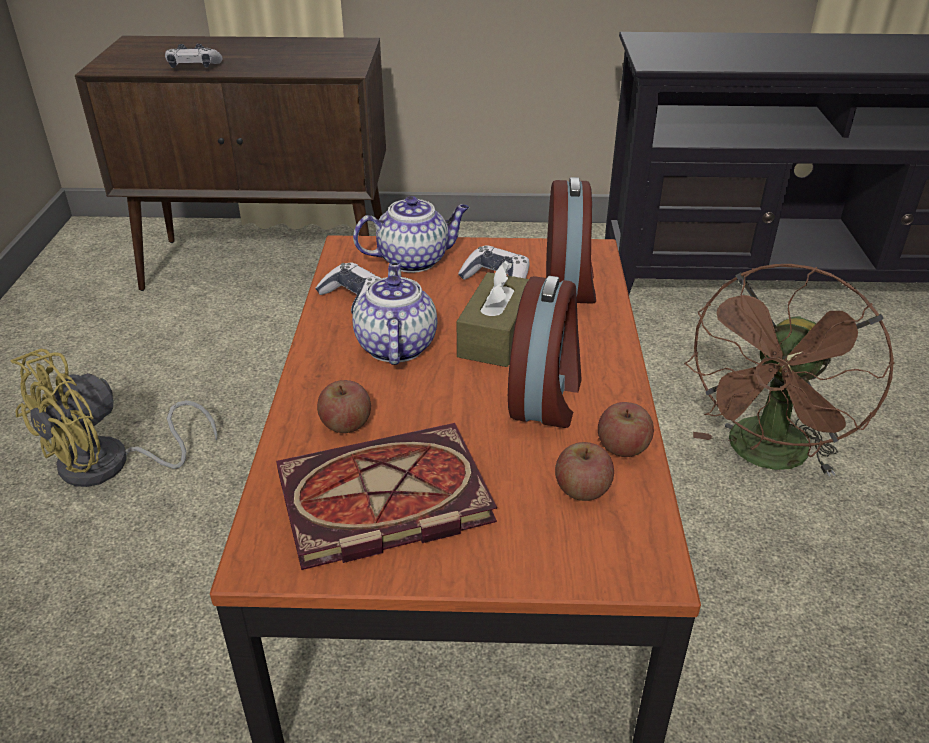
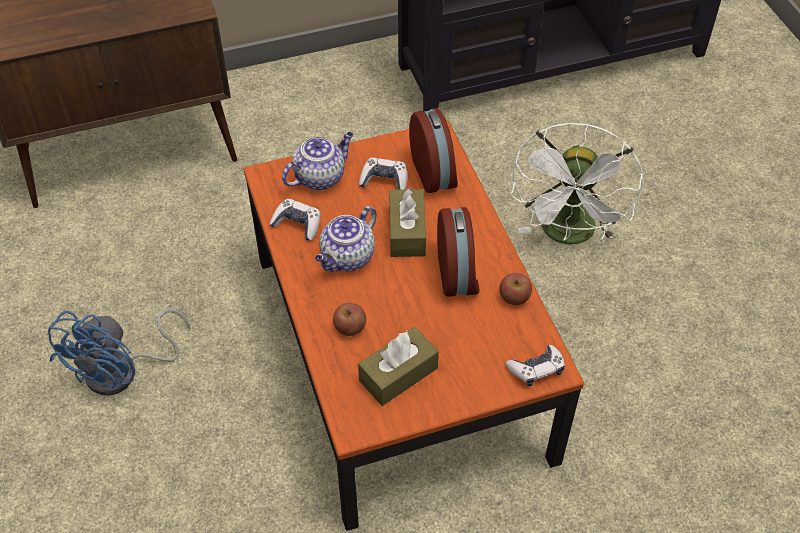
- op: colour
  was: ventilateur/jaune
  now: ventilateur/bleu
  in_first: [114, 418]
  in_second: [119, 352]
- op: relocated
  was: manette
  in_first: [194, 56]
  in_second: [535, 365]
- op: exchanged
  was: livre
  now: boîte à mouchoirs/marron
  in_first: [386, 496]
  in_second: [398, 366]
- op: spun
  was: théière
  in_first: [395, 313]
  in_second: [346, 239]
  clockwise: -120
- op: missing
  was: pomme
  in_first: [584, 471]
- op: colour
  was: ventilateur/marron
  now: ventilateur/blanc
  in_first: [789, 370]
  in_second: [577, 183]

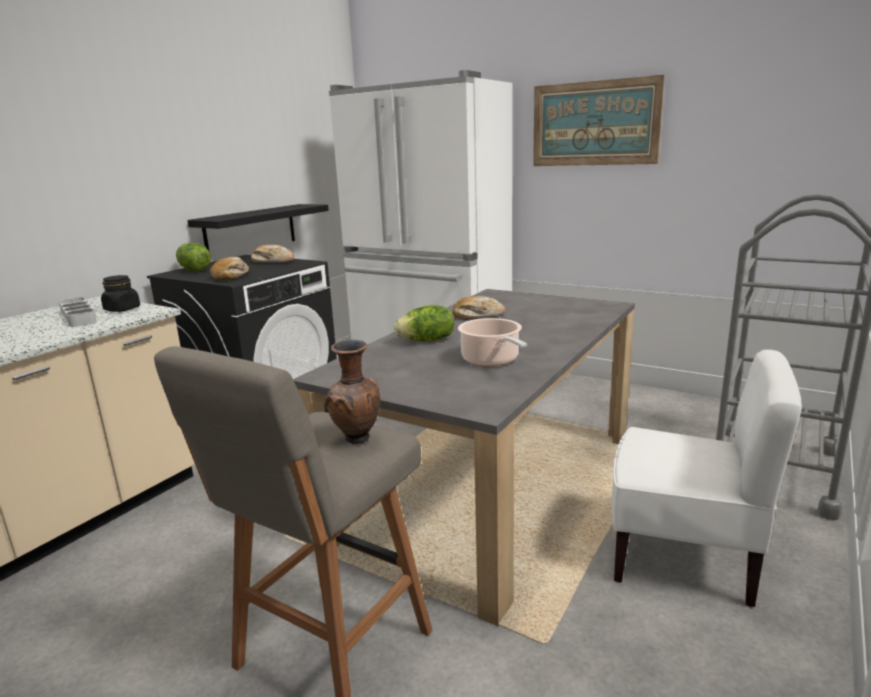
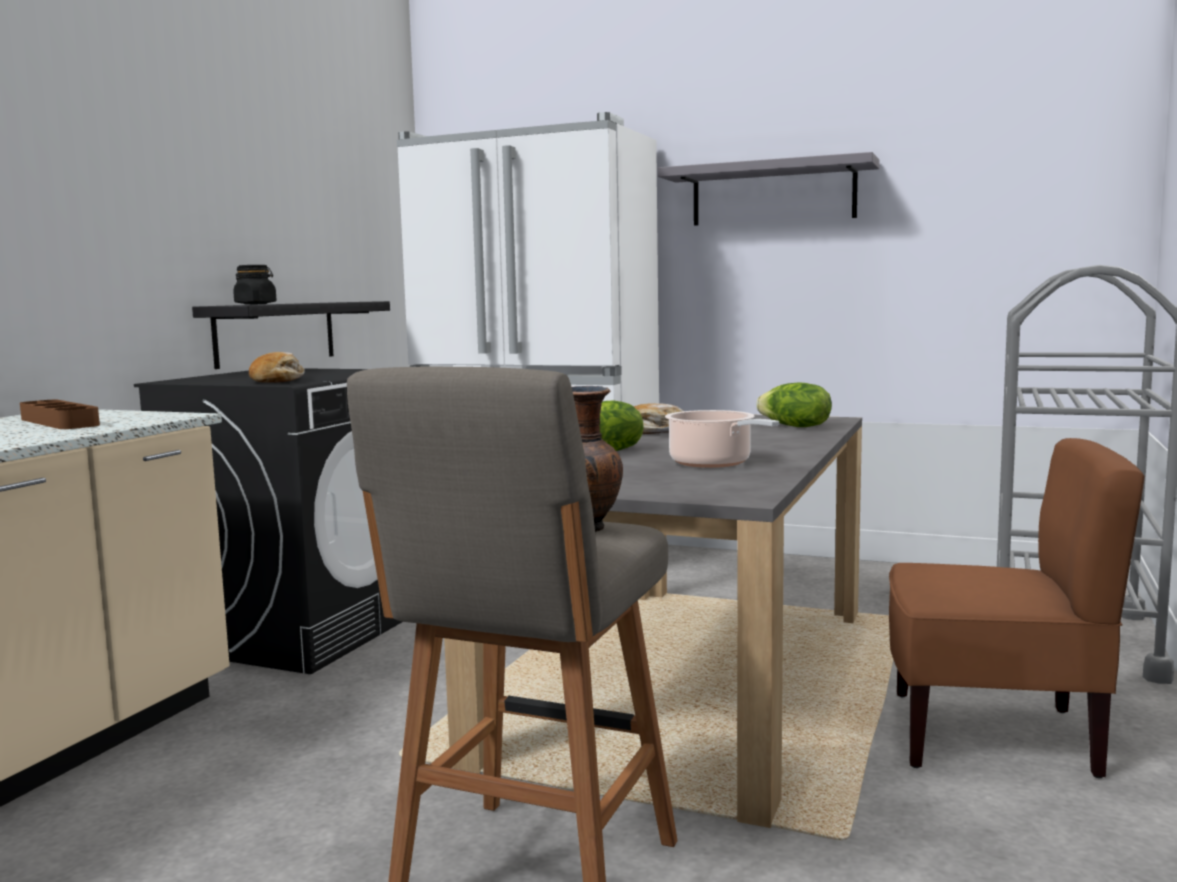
- op: colour
  was: plateau/gris
  now: plateau/marron
  in_first: [78, 312]
  in_second: [60, 414]
- op: relocated
  was: bocal/noir
  in_first: [120, 293]
  in_second: [255, 285]
- op: relocated
  was: laitue
  in_first: [193, 257]
  in_second: [794, 405]
- op: missing
  was: pain
  in_first: [272, 254]
- op: exchanged
  was: tableau
  now: étagère/gris
  in_first: [599, 120]
  in_second: [769, 189]
- op: colour
  was: chaise/blanc
  now: chaise/marron
  in_first: [707, 478]
  in_second: [1017, 608]

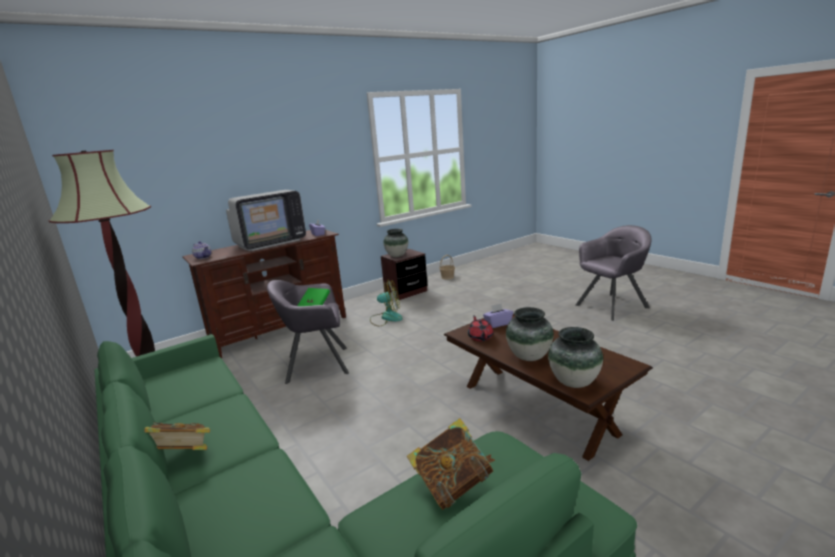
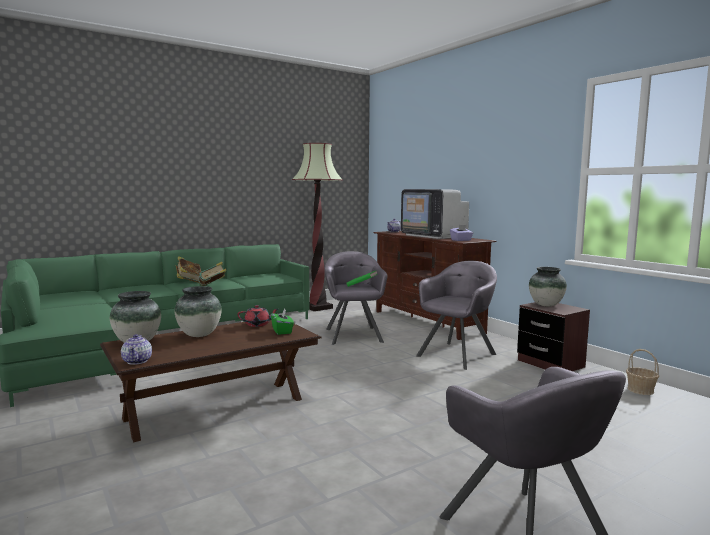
- op: exchanged
  was: ventilateur
  now: fauteuil/gris
  in_first: [386, 303]
  in_second: [456, 315]
- op: relocated
  was: livre
  in_first: [451, 464]
  in_second: [212, 274]
- op: colour
  was: boîte à mouchoirs/violet
  now: boîte à mouchoirs/vert
  in_first: [498, 315]
  in_second: [282, 321]
- op: appeared
  now: théière
  in_second: [136, 349]

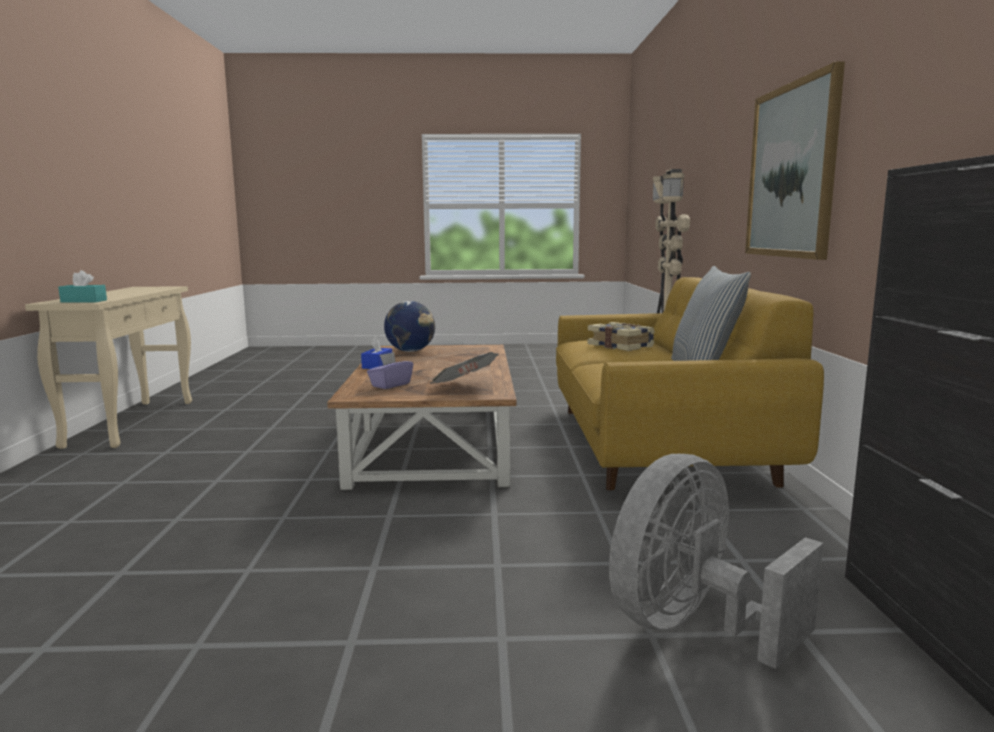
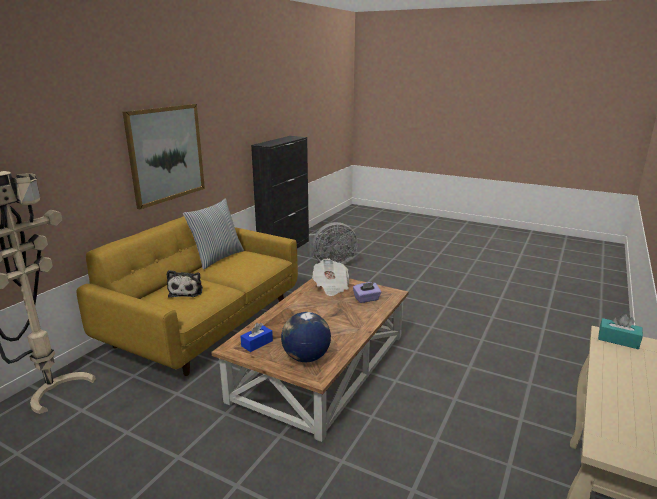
- op: relocated
  was: boîte à mouchoirs/bleu
  in_first: [376, 353]
  in_second: [257, 337]
- op: exchanged
  was: livre
  now: peluche
  in_first: [621, 336]
  in_second: [185, 284]

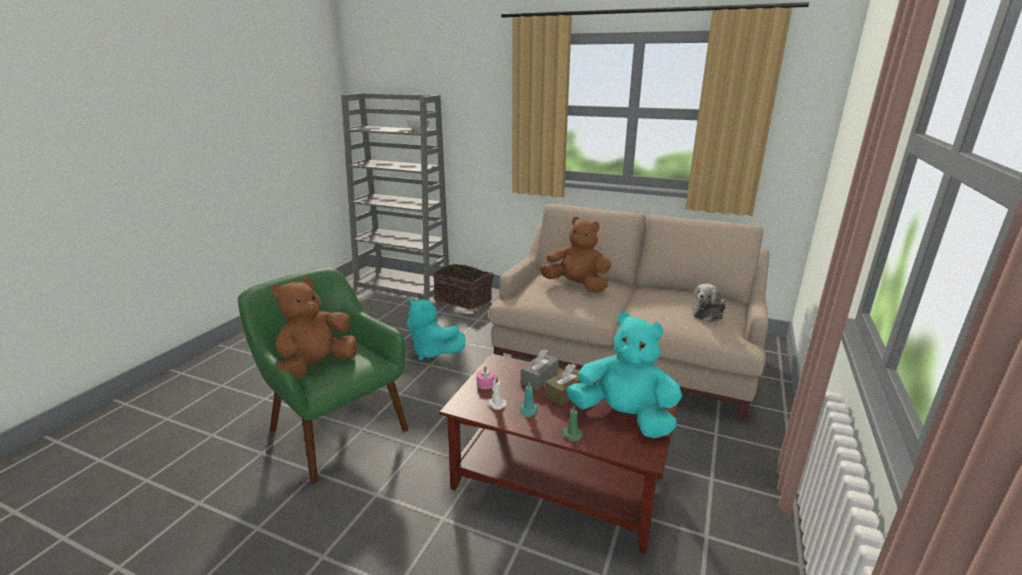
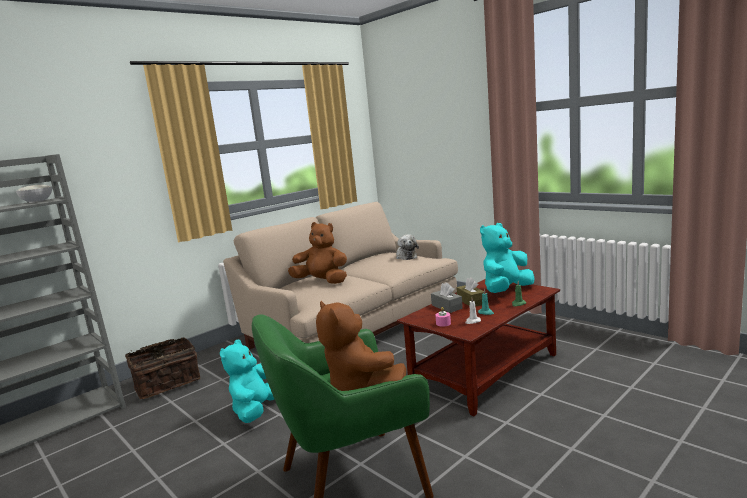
- op: spun
  was: peluche/turquoise
  in_first: [436, 330]
  in_second: [247, 381]
  clockwise: 135
- op: spun
  was: peluche/marron
  in_first: [575, 255]
  in_second: [317, 253]
  clockwise: 60

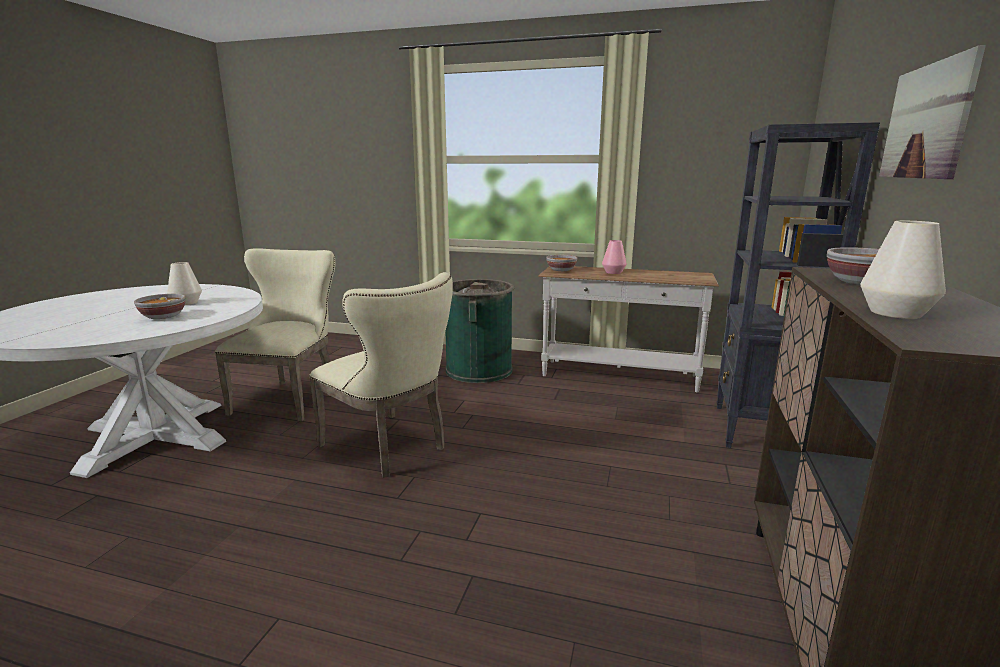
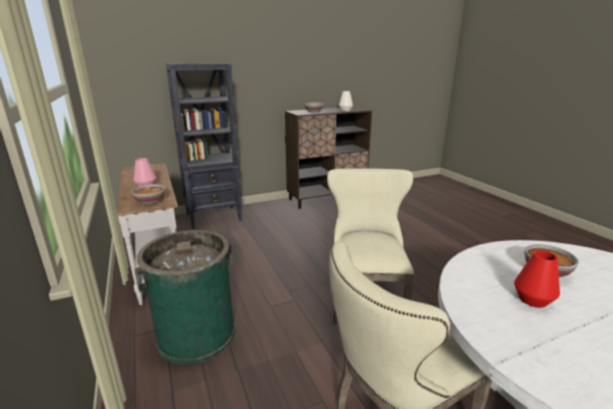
- op: colour
  was: vase/blanc
  now: vase/rouge
  in_first: [184, 283]
  in_second: [537, 279]
- op: missing
  was: tableau
  in_first: [932, 112]

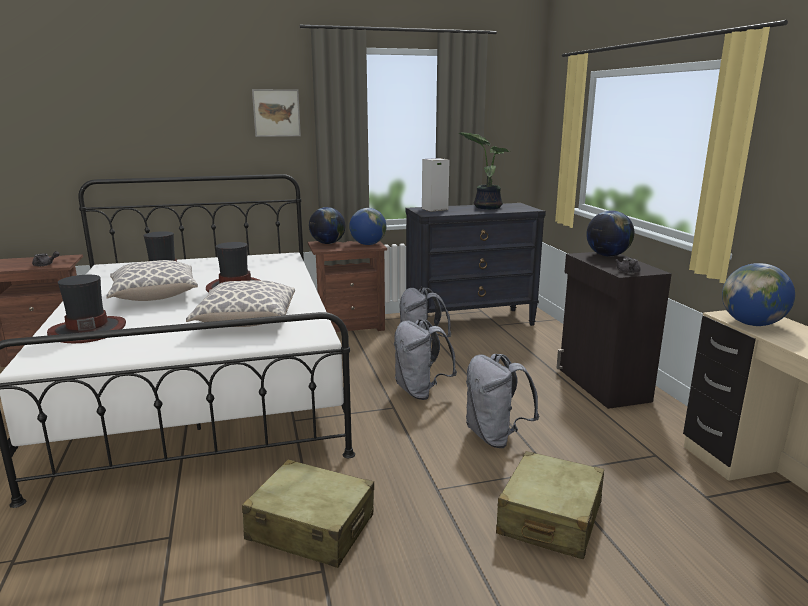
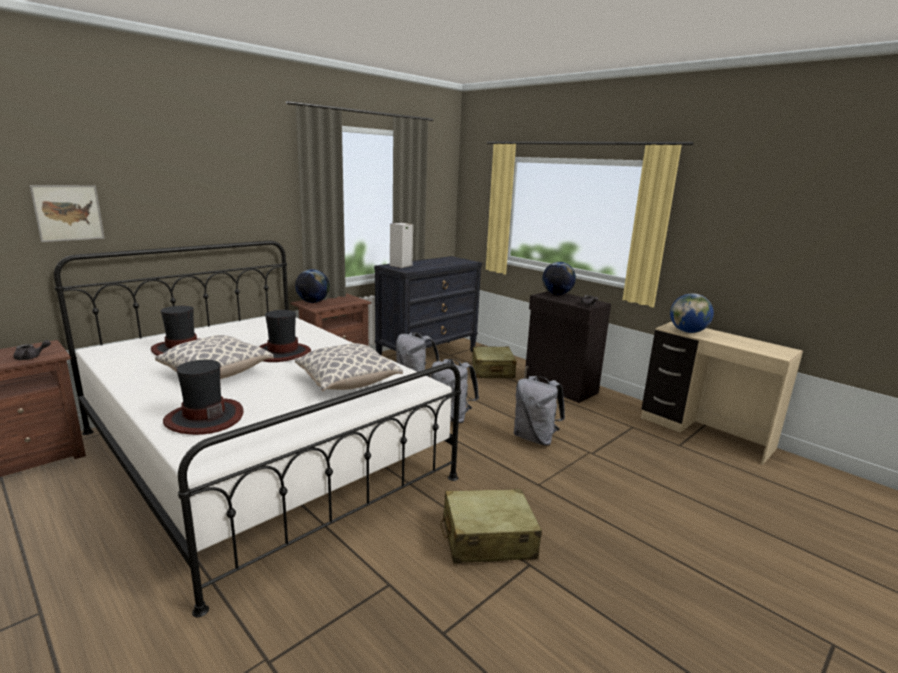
- op: relocated
  was: tableau
  in_first: [276, 113]
  in_second: [67, 213]
- op: missing
  was: globe
  in_first: [368, 226]
- op: missing
  was: plante en pot
  in_first: [484, 170]
- op: relocated
  was: valise/beige
  in_first: [550, 505]
  in_second: [494, 362]

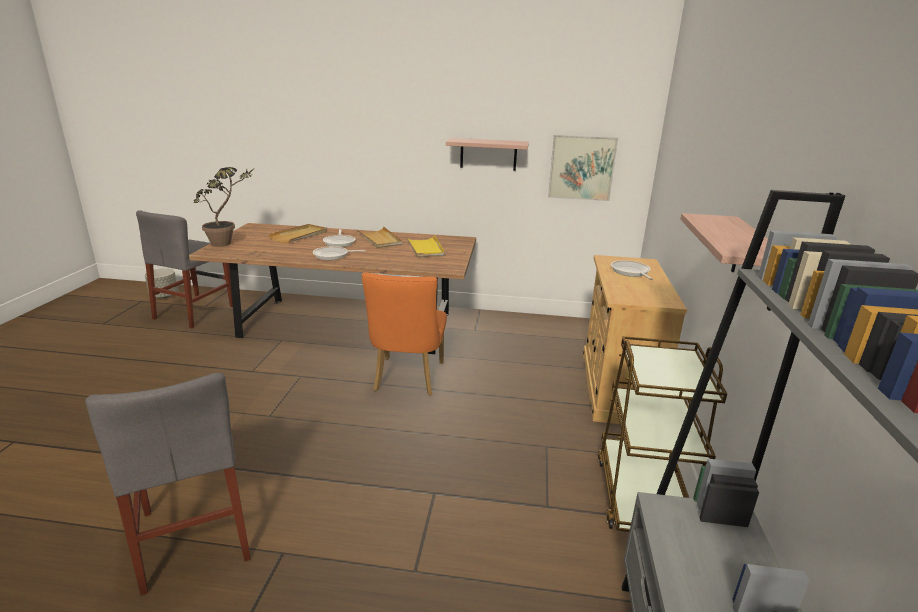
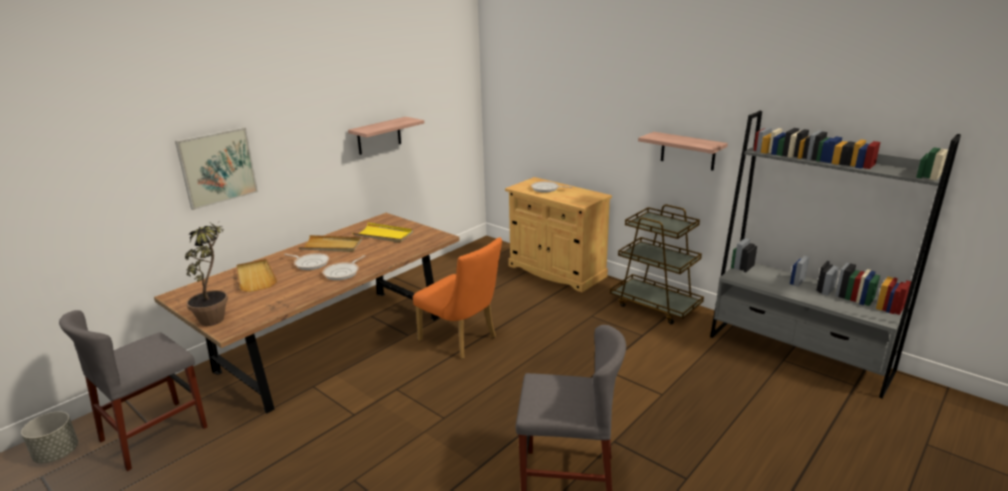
- op: spun
  was: chaise/gris
  in_first: [184, 269]
  in_second: [133, 390]
  clockwise: 75
- op: relocated
  was: tableau
  in_first: [583, 168]
  in_second: [216, 168]

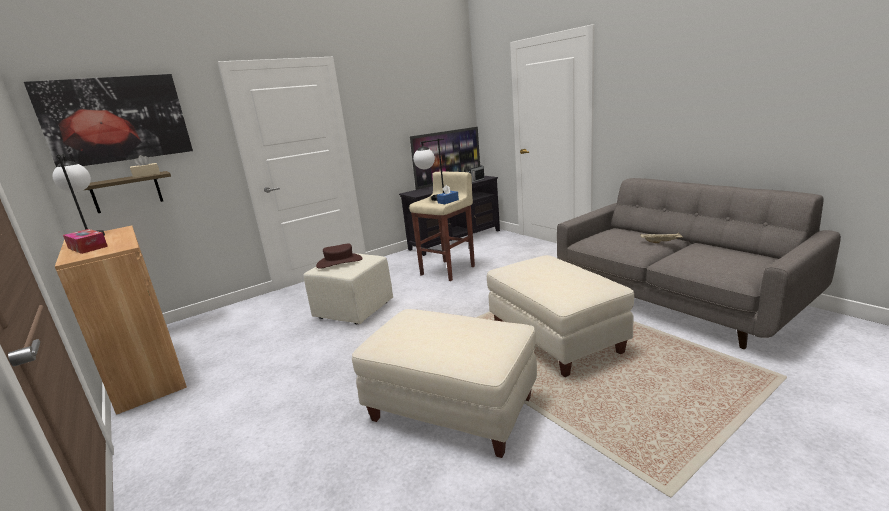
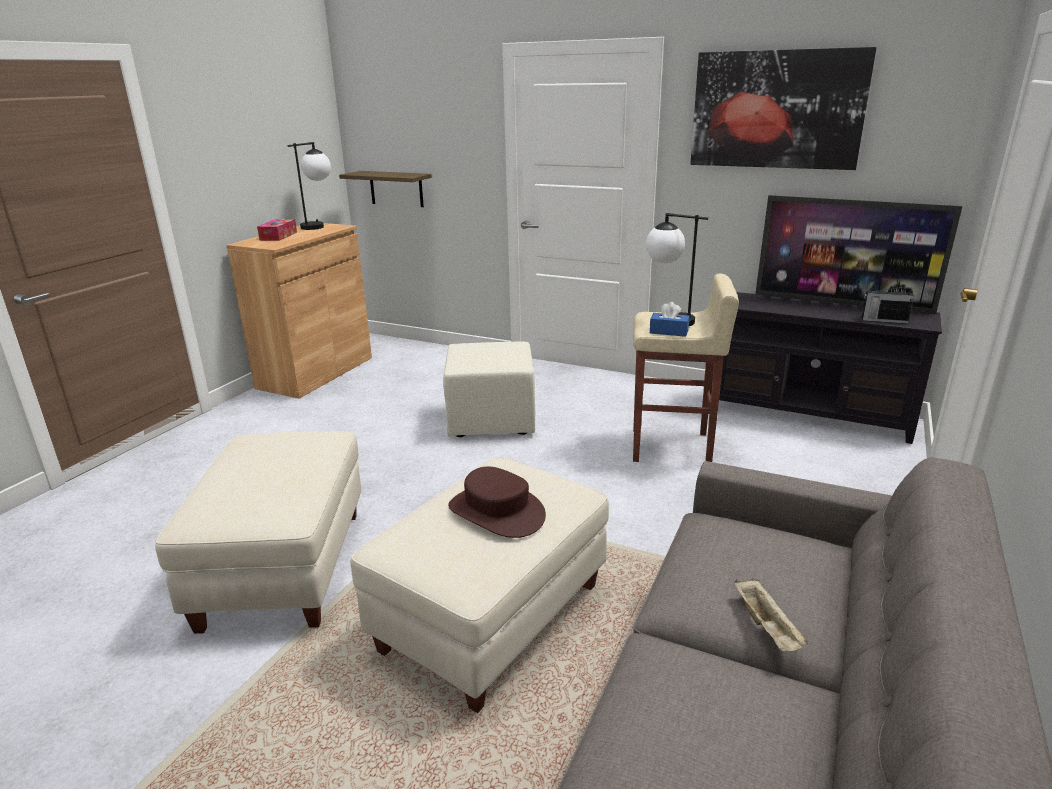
- op: relocated
  was: tableau
  in_first: [108, 120]
  in_second: [783, 108]
- op: missing
  was: boîte à mouchoirs/beige
  in_first: [145, 166]
- op: relocated
  was: chapeau/marron
  in_first: [339, 256]
  in_second: [497, 502]

